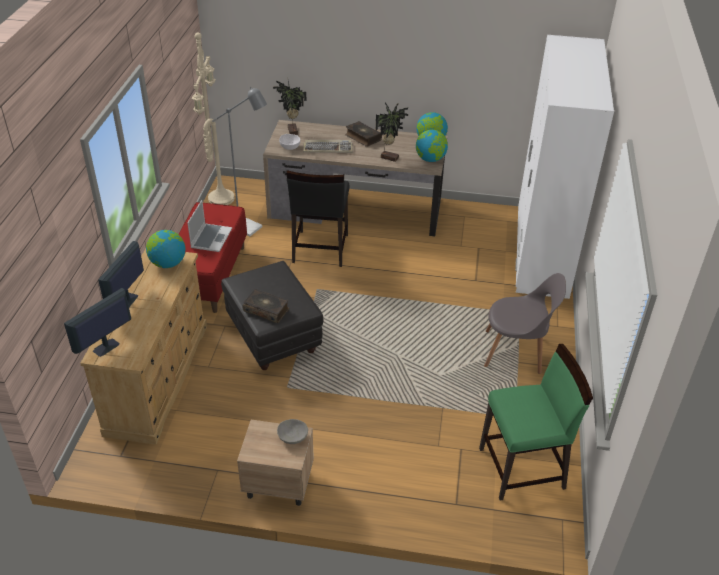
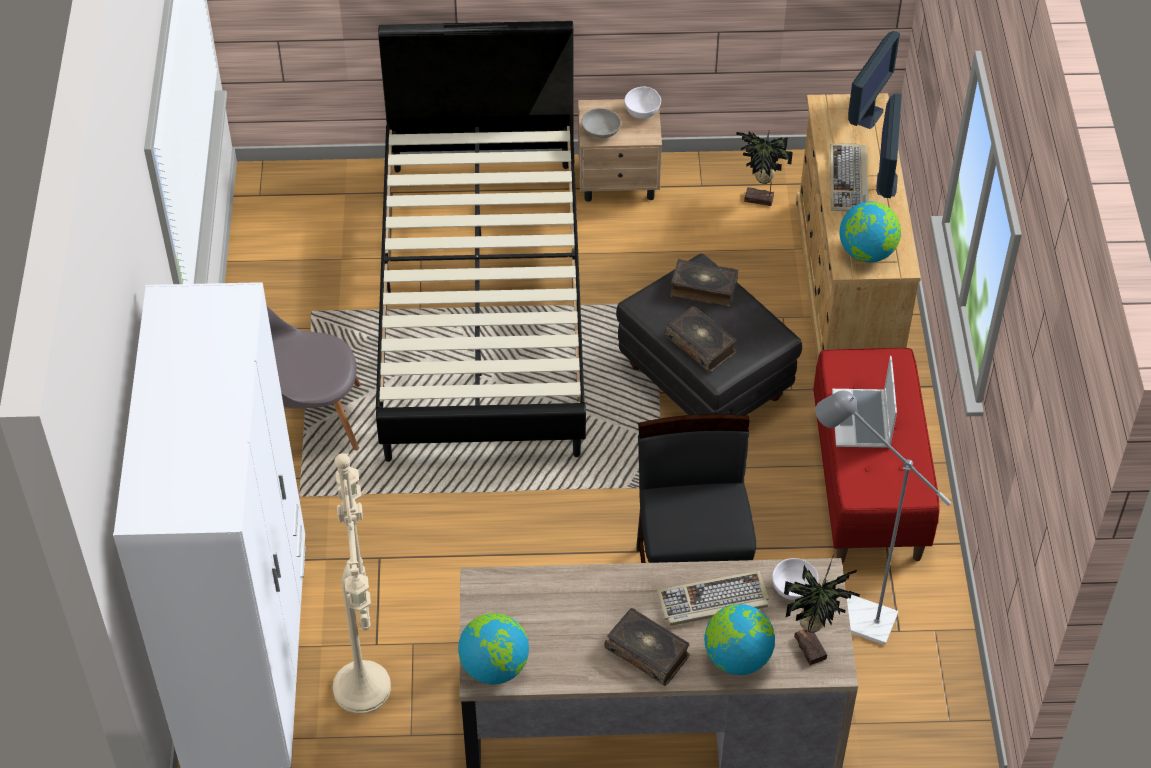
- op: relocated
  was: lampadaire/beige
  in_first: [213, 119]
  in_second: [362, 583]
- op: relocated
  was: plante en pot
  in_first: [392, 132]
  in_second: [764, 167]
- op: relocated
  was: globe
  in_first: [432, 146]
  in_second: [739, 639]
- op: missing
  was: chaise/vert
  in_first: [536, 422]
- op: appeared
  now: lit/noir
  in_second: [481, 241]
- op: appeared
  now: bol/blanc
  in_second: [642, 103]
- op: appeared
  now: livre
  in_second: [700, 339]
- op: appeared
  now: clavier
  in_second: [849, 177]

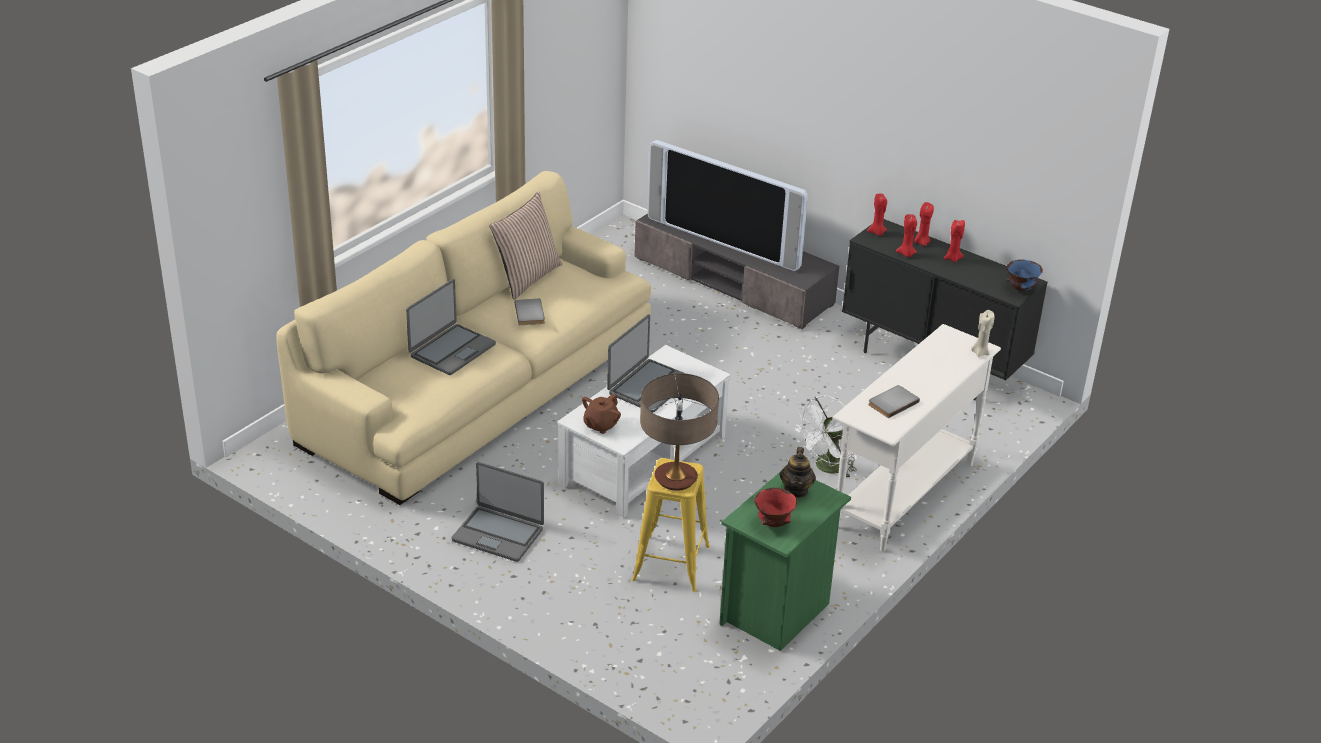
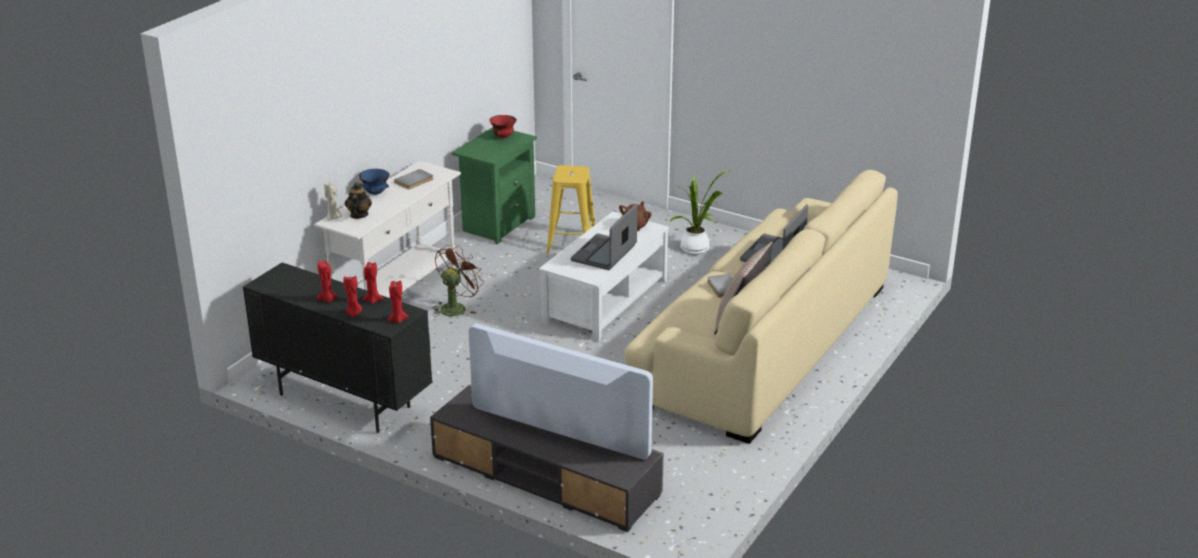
- op: exchanged
  was: ordinateur portable
  now: plante en pot
  in_first: [498, 512]
  in_second: [699, 213]
- op: missing
  was: lampe de table
  in_first: [679, 432]
- op: relocated
  was: théière
  in_first: [798, 472]
  in_second: [358, 201]
- op: colour
  was: ventilateur/blanc
  now: ventilateur/marron
  in_first: [826, 437]
  in_second: [458, 281]
- op: relocated
  was: bol/bleu
  in_first: [1024, 275]
  in_second: [374, 182]

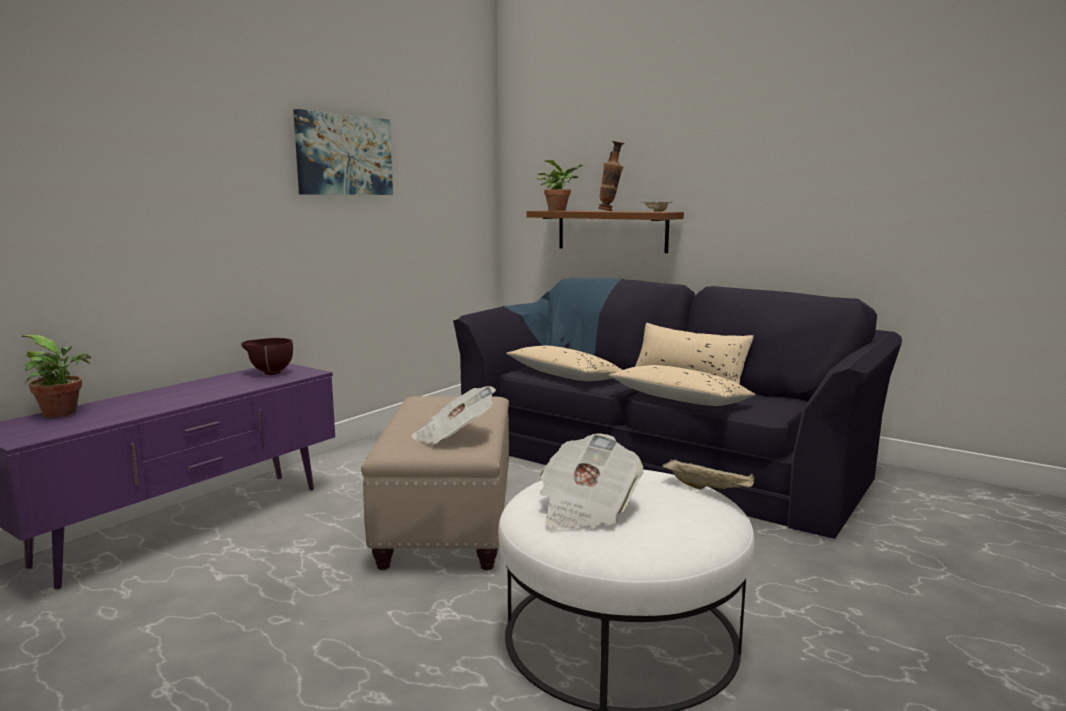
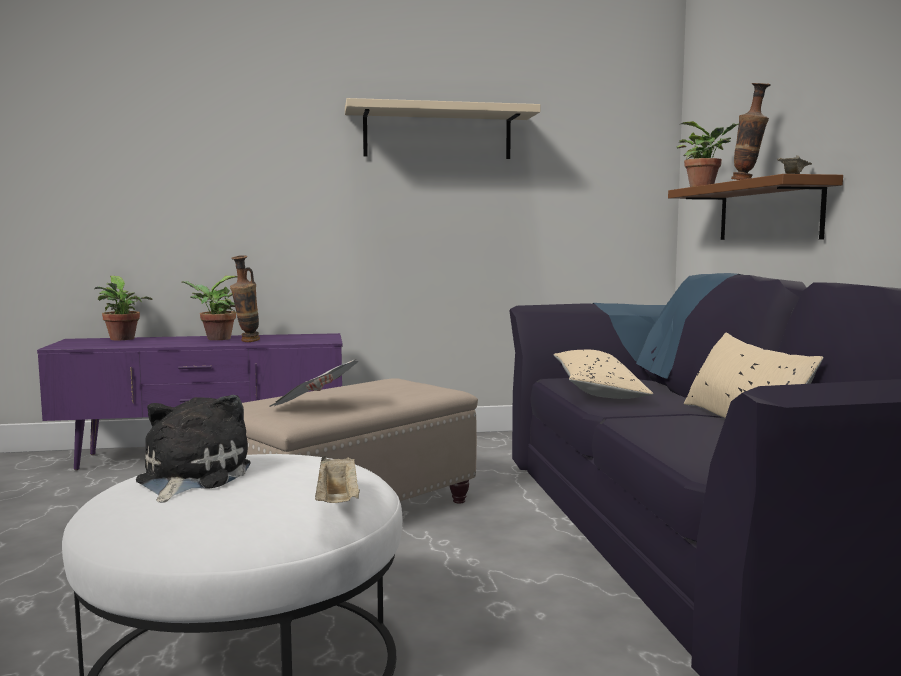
- op: missing
  was: bol/marron
  in_first: [267, 356]
- op: exchanged
  was: tableau
  now: étagère/beige
  in_first: [343, 152]
  in_second: [443, 128]
- op: exchanged
  was: journal
  now: peluche
  in_first: [592, 481]
  in_second: [193, 449]
- op: missing
  was: coussin/beige
  in_first: [682, 385]
- op: appeared
  now: plante en pot
  in_second: [209, 308]
- op: appeared
  now: vase
  in_second: [245, 298]

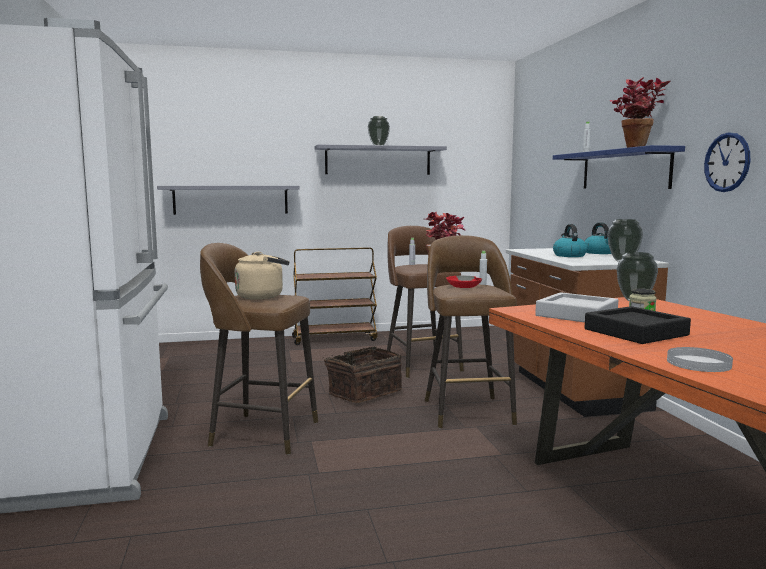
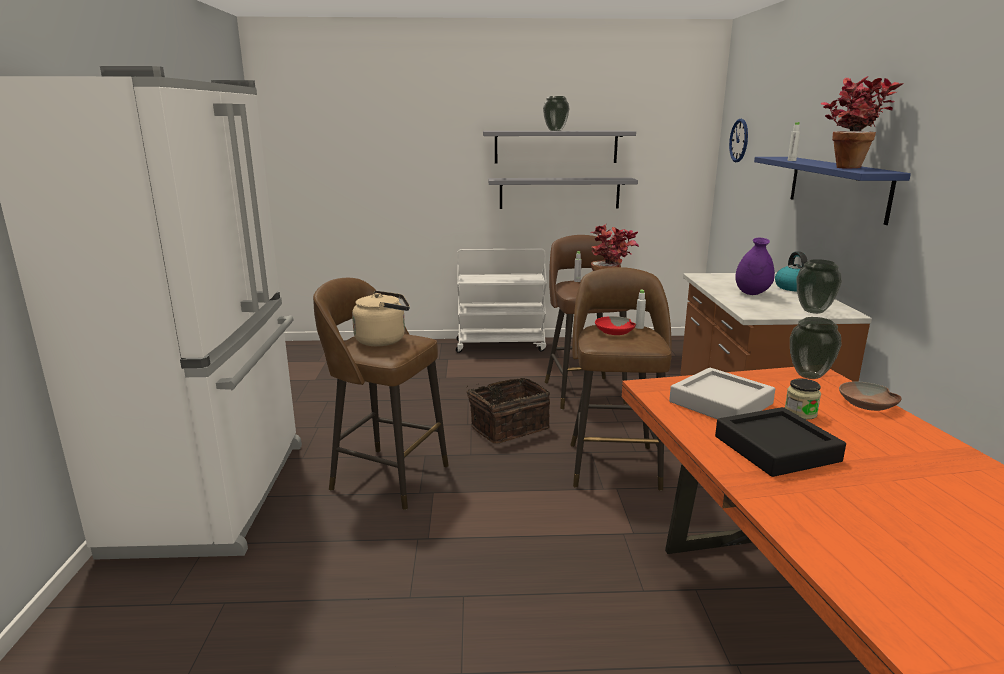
- op: relocated
  was: étagère/gris
  in_first: [228, 200]
  in_second: [563, 193]
- op: colour
  was: chariot/marron
  now: chariot/blanc
  in_first: [335, 296]
  in_second: [501, 301]
- op: exchanged
  was: bouilloire
  now: vase/violet
  in_first: [570, 240]
  in_second: [755, 266]
- op: missing
  was: assiette/blanc
  in_first: [700, 359]
- op: relocated
  was: horloge murale
  in_first: [727, 162]
  in_second: [738, 140]
- op: appeared
  now: bol/marron
  in_second: [870, 396]

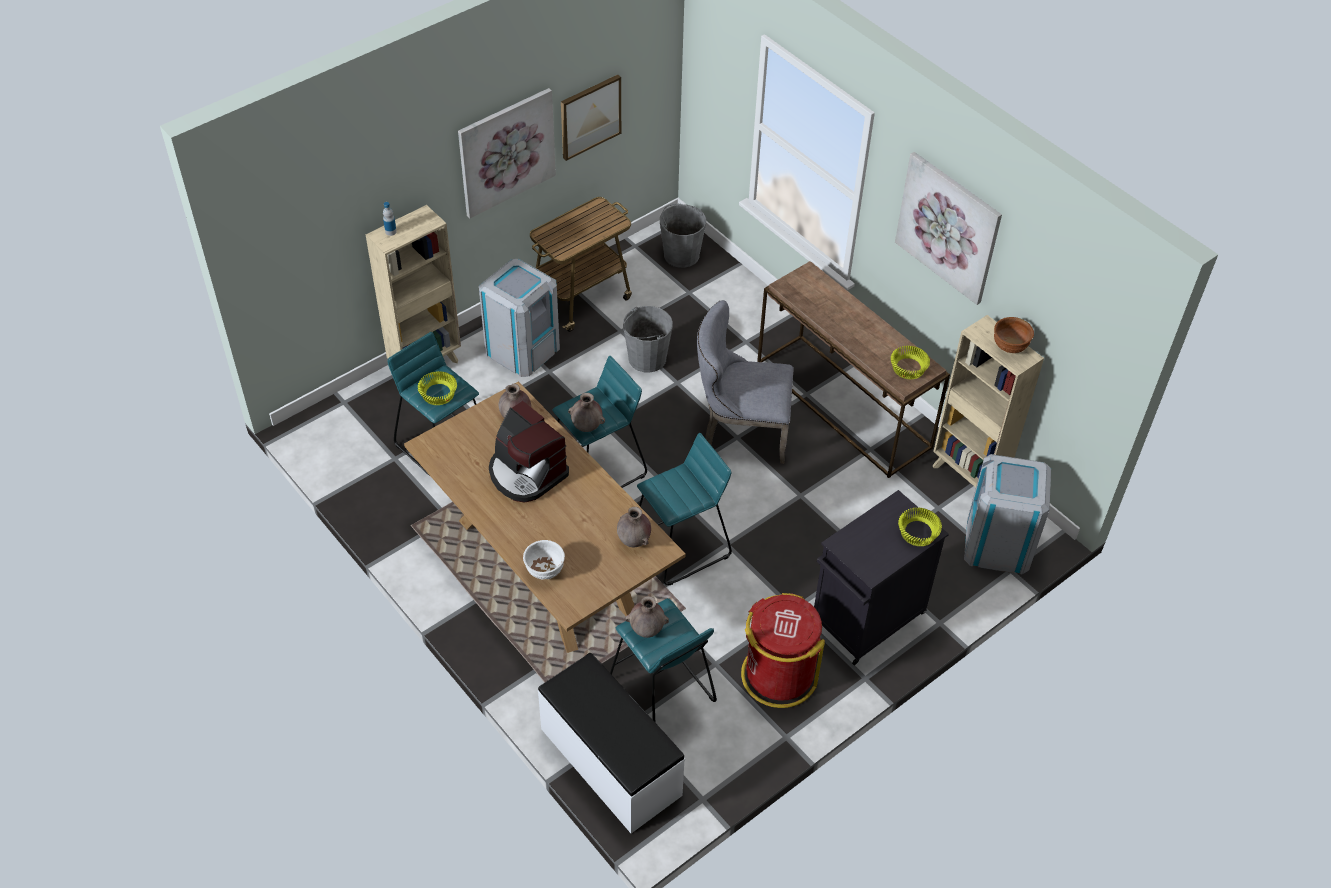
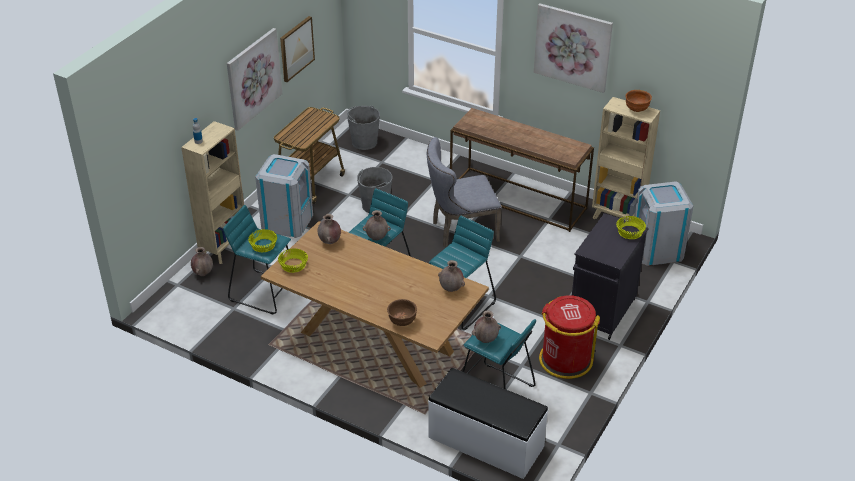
- op: missing
  was: machine à café
  in_first: [529, 452]
- op: colour
  was: bol/blanc
  now: bol/marron
  in_first: [544, 560]
  in_second: [402, 312]
- op: relocated
  was: bol/jaune
  in_first: [910, 362]
  in_second: [293, 261]
- op: appeared
  now: vase/marron
  in_second: [202, 261]

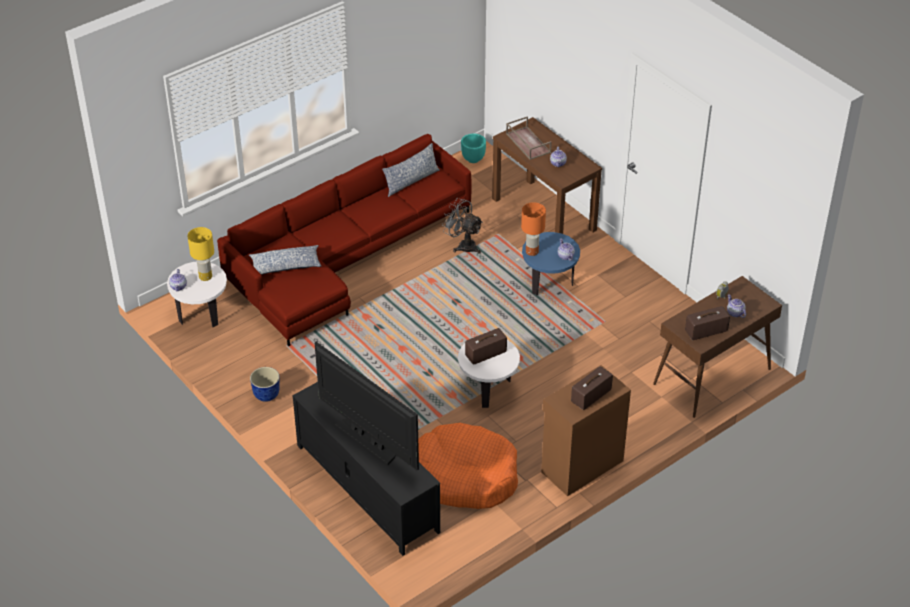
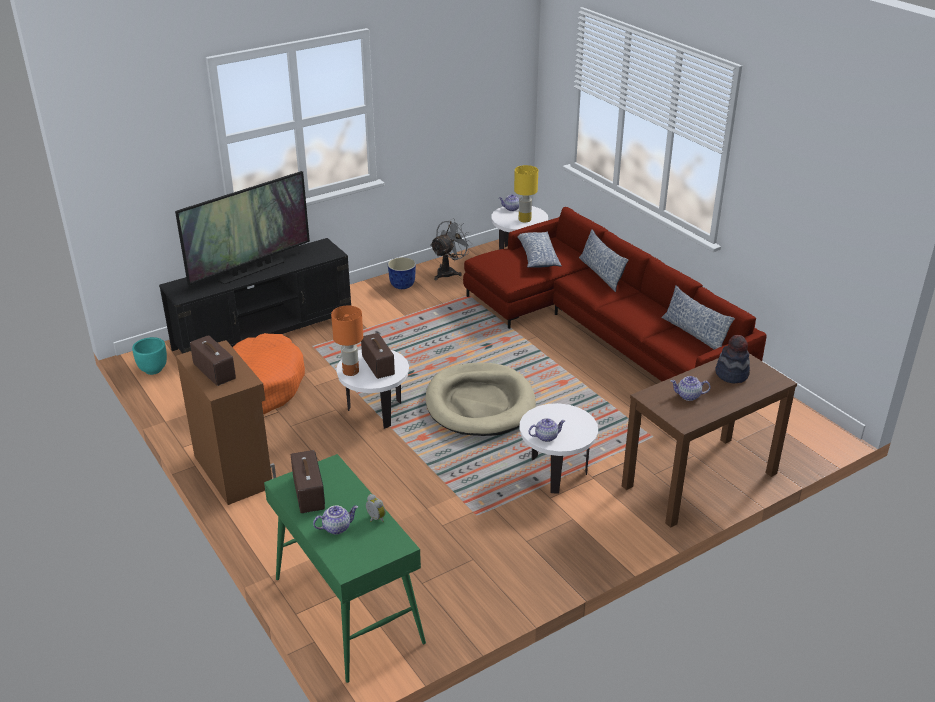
- op: relocated
  was: ventilateur/gris
  in_first: [462, 226]
  in_second: [451, 249]
- op: relocated
  was: cache-pot/turquoise
  in_first: [473, 148]
  in_second: [149, 356]
- op: exchanged
  was: plateau/marron
  now: chapeau
  in_first: [529, 138]
  in_second: [732, 359]
- op: relocated
  was: lampe de table/orange
  in_first: [533, 229]
  in_second: [347, 340]
- op: colour
  was: table d'appoint/bleu
  now: table d'appoint/blanc
  in_first: [551, 264]
  in_second: [559, 448]
- op: colour
  was: table console/marron
  now: table console/vert
  in_first: [717, 347]
  in_second: [345, 568]
- op: appeared
  now: panier pour chien/beige
  in_second: [480, 399]
- op: appeared
  now: coussin
  in_second: [603, 260]

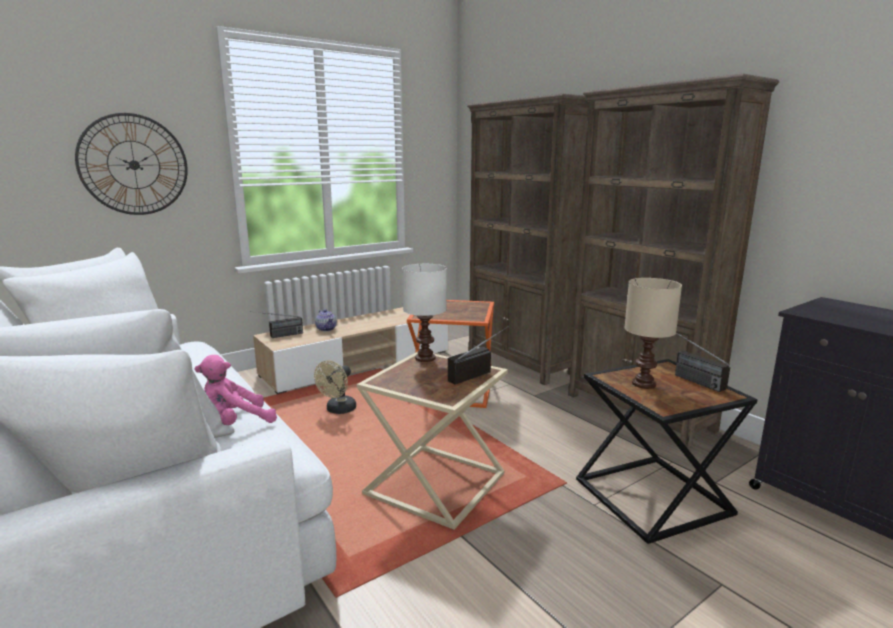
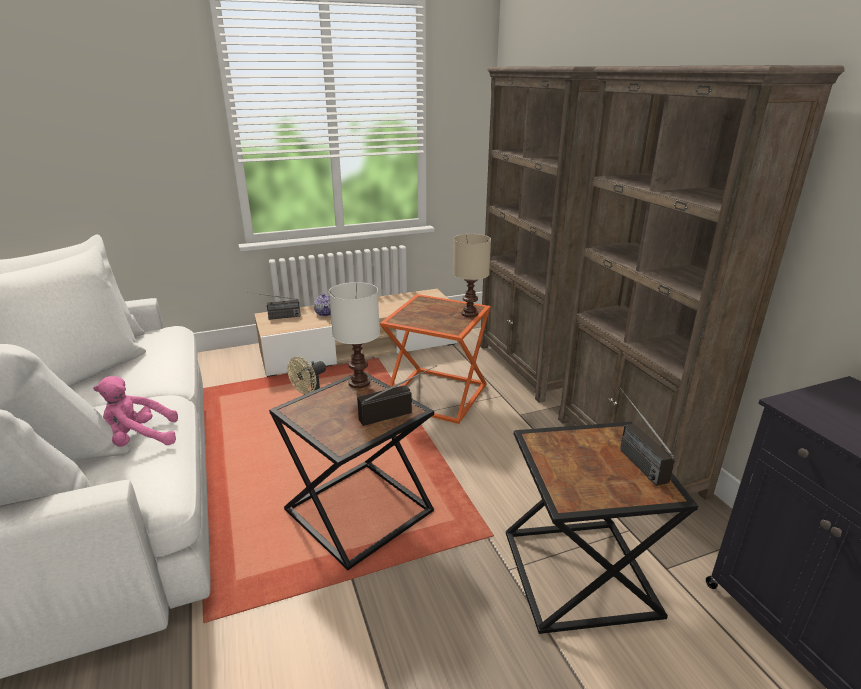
- op: missing
  was: horloge murale
  in_first: [131, 164]
- op: colour
  was: table d'appoint/beige
  now: table d'appoint/noir
  in_first: [432, 441]
  in_second: [351, 470]
- op: relocated
  was: lampe de table/beige
  in_first: [653, 333]
  in_second: [472, 275]

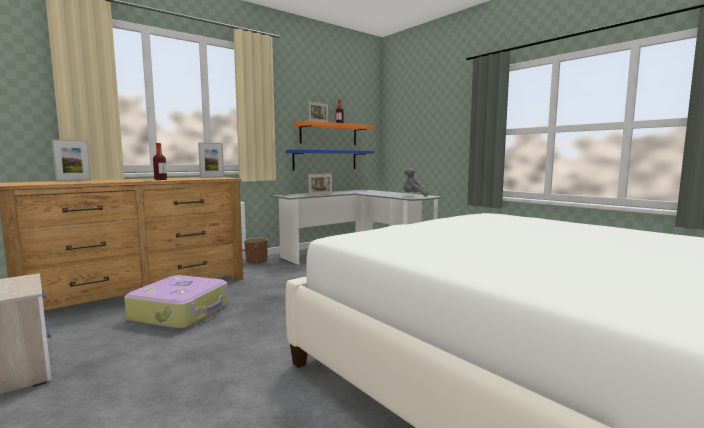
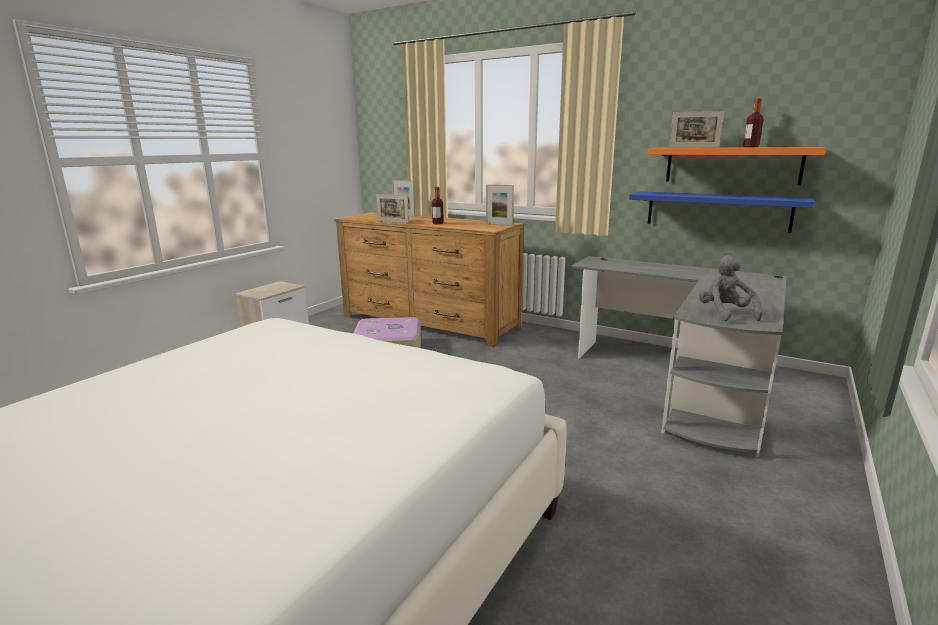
- op: missing
  was: cache-pot/marron
  in_first: [256, 251]
- op: relocated
  was: cadre photo
  in_first: [320, 185]
  in_second: [392, 208]

